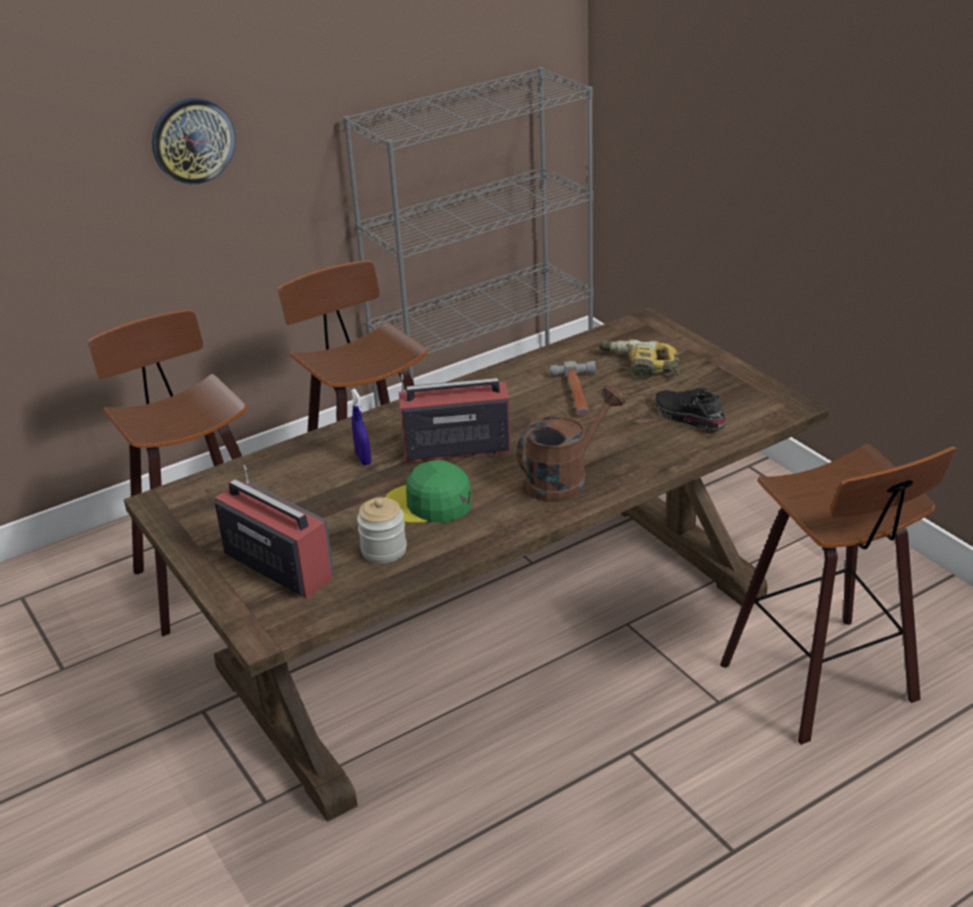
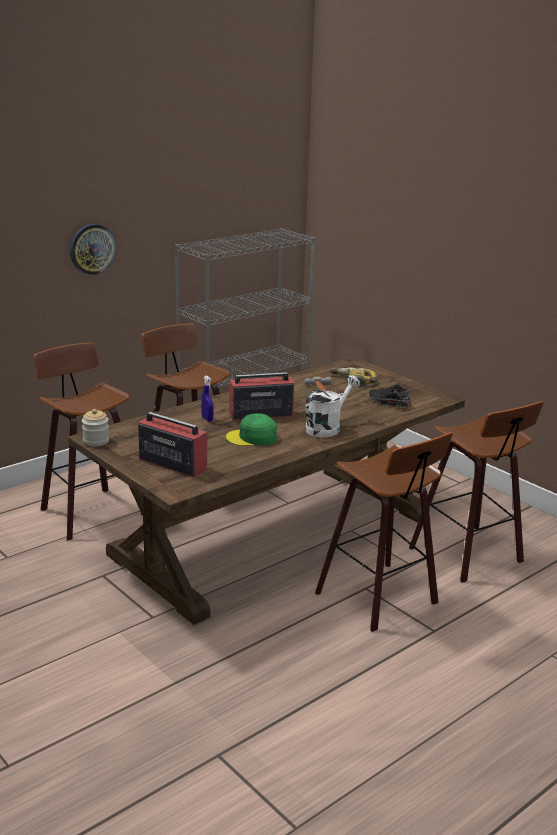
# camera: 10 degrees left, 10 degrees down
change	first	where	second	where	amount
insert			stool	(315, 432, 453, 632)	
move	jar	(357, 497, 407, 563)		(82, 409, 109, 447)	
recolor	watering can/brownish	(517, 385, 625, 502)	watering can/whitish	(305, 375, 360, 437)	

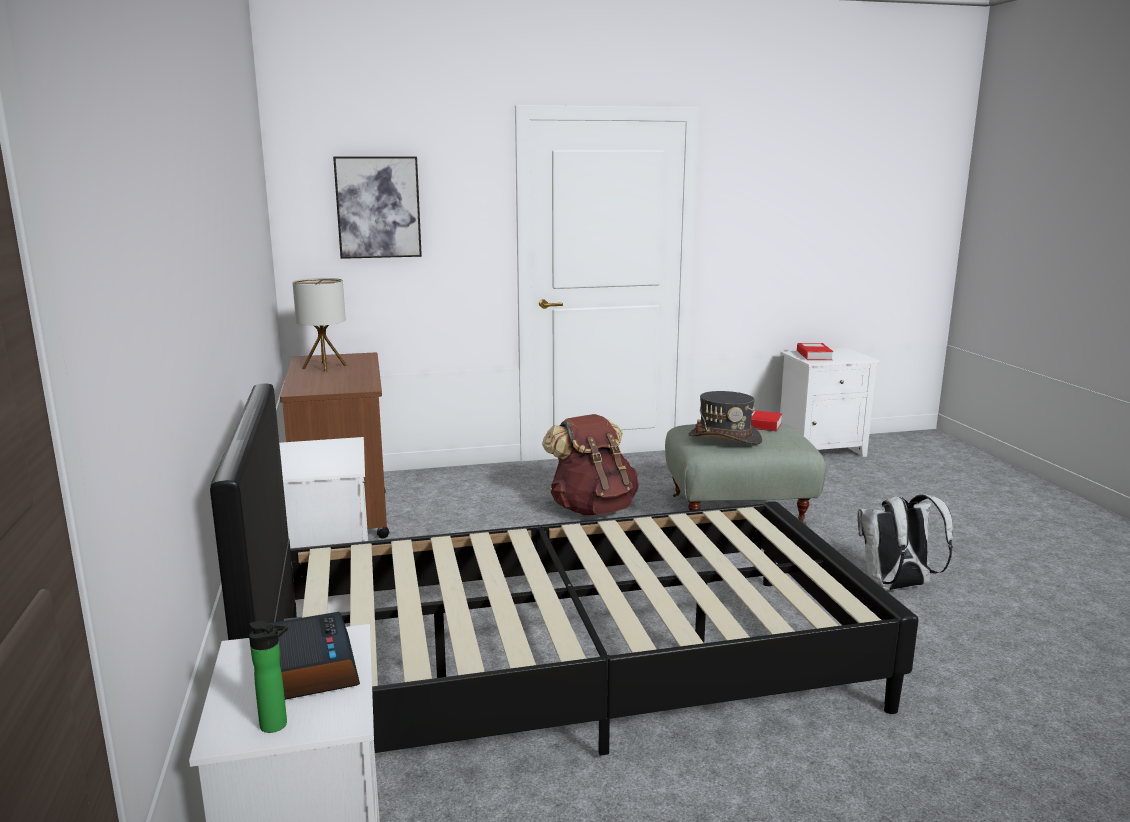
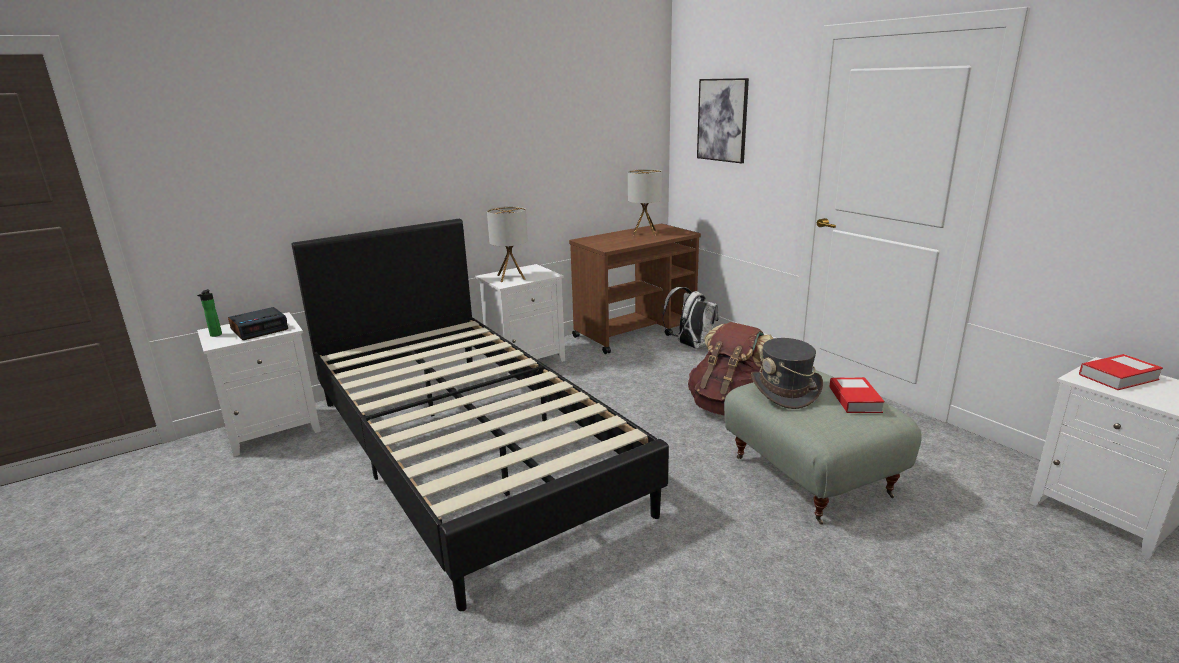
# camera: 70 degrees right, 5 degrees up
change	first	where	second	where	amount
insert			tabletop lamp	(487, 206, 528, 282)	
move	rucksack/whitish	(857, 494, 953, 590)		(662, 287, 719, 349)	

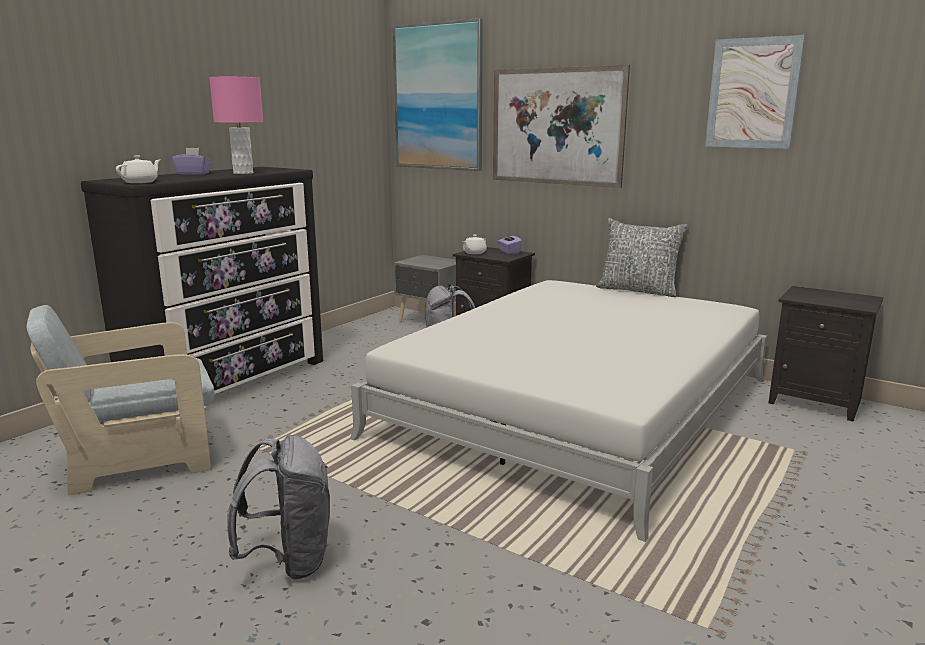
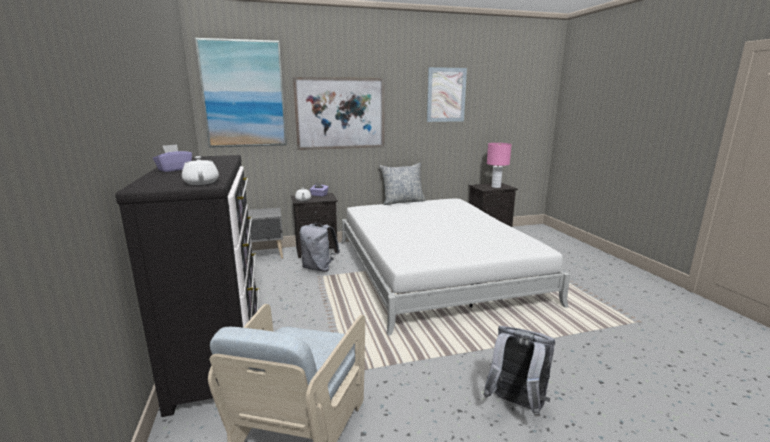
# camera: 50 degrees left, 0 degrees up
change	first	where	second	where	amount
move	tabletop lamp/pink-coloured	(209, 77, 263, 174)		(487, 143, 512, 188)	

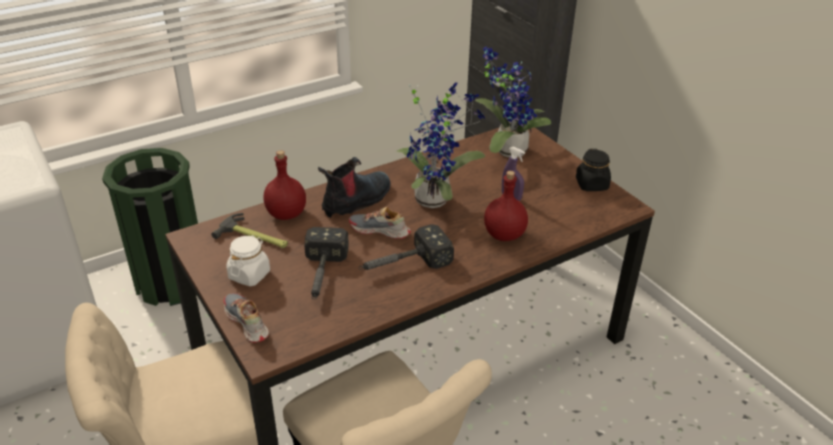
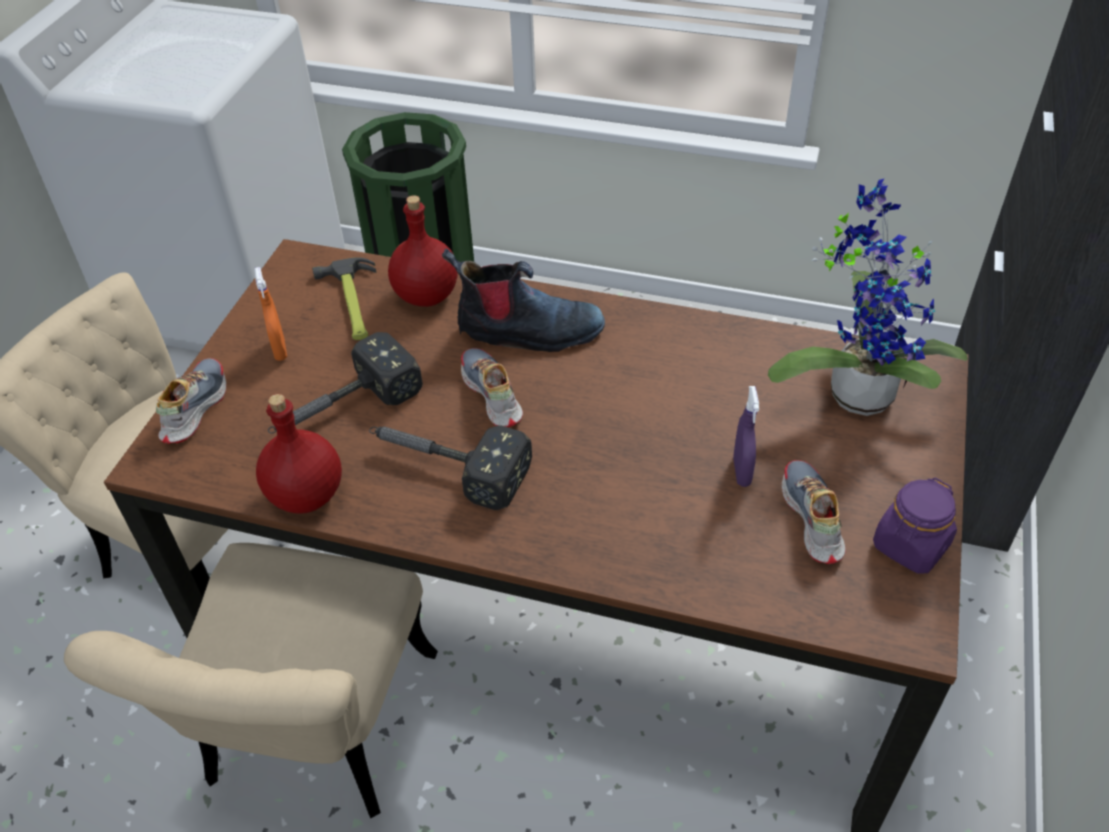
# camera: 50 degrees right, 10 degrees up
change	first	where	second	where	amount
delete	potted plant	(396, 83, 485, 208)			
insert			low shoe	(782, 460, 846, 564)	
move	bottle/reddish	(484, 171, 528, 241)		(256, 394, 342, 514)	
replace	jar/whitish	(226, 235, 270, 286)	spray bottle/orange-coloured	(255, 267, 287, 361)	
recolor	jar/black-coloured	(576, 149, 611, 191)	jar/purple-coloured	(873, 478, 957, 574)	

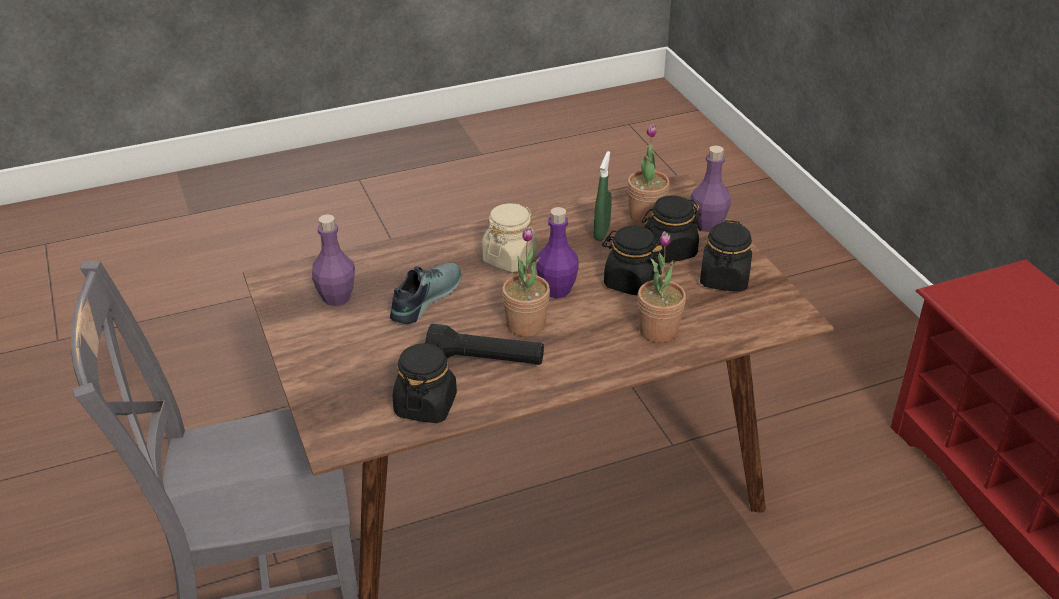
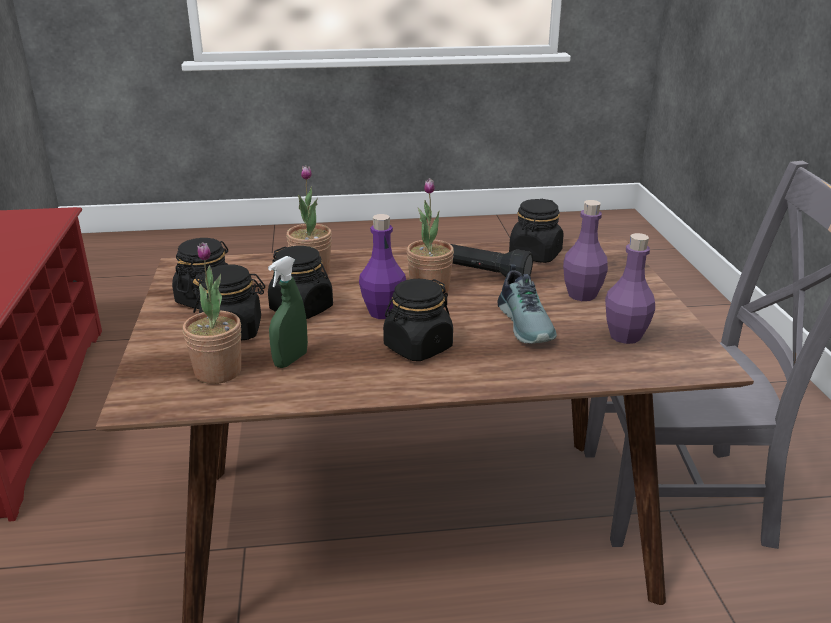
# camera: 165 degrees left, 10 degrees down
change	first	where	second	where	amount
move	bottle/purple-coloured	(690, 146, 731, 232)		(563, 200, 608, 301)	
recolor	jar/beige-coloured	(481, 203, 539, 273)	jar/black-coloured	(383, 279, 453, 361)	
rotate	low shoe	(390, 263, 461, 324)		(497, 264, 557, 344)	60 degrees counterclockwise

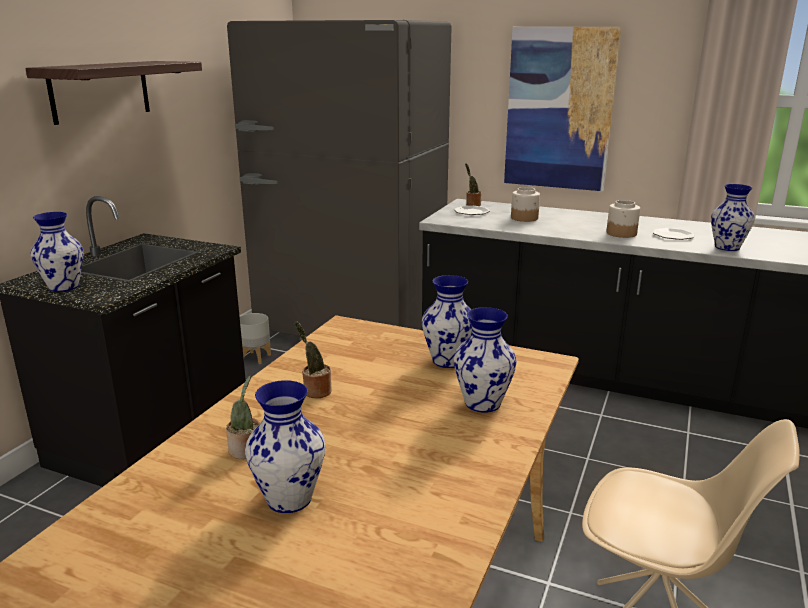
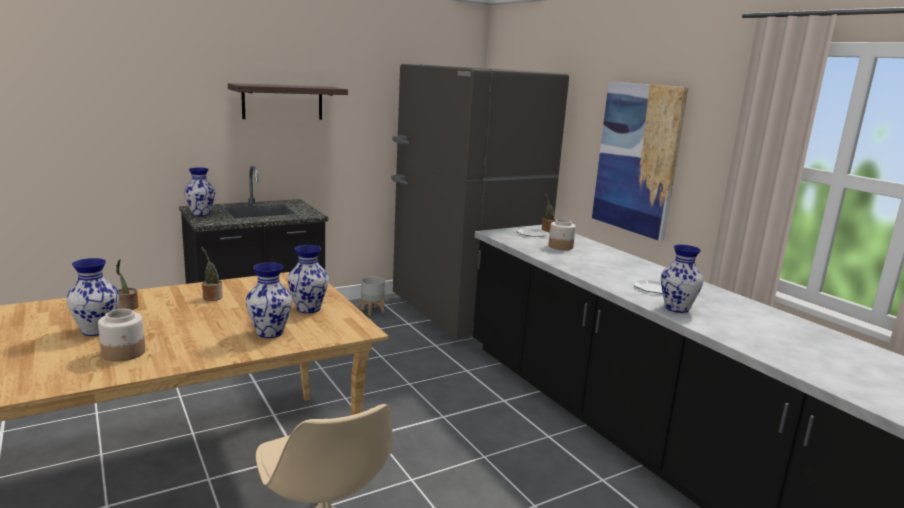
# camera: 35 degrees right, 5 degrees down
change	first	where	second	where	amount
move	jar	(606, 200, 640, 238)		(98, 309, 145, 362)	

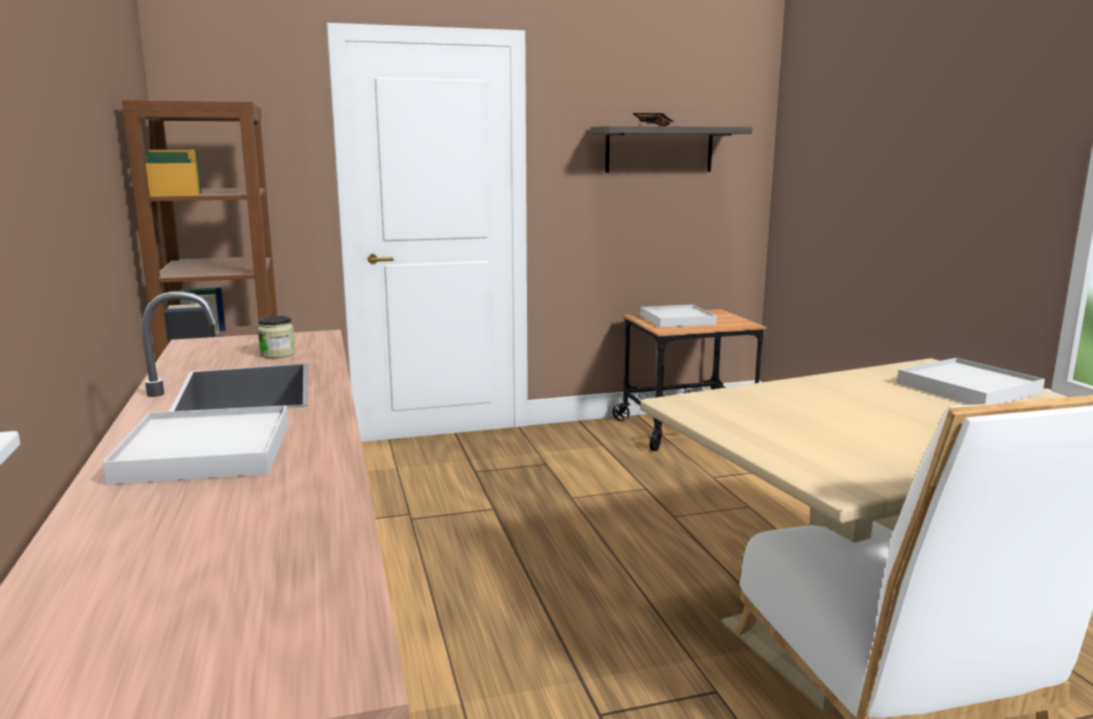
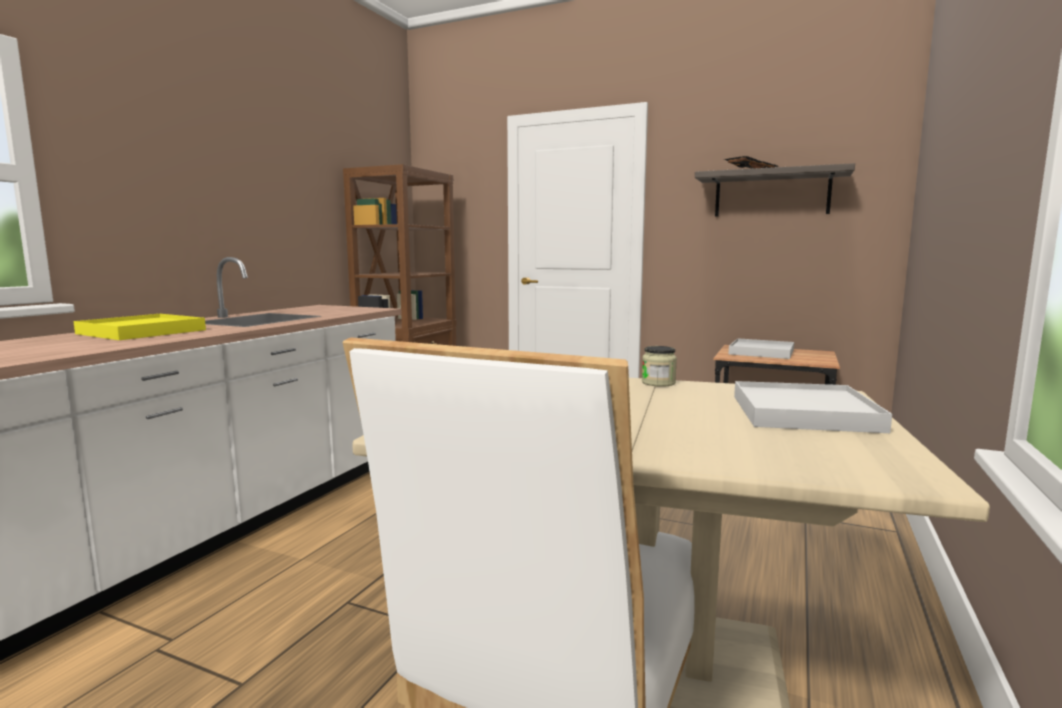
# camera: 40 degrees right, 5 degrees down
change	first	where	second	where	amount
move	jar	(258, 316, 296, 358)		(642, 346, 677, 387)	
recolor	serving tray/whitish	(102, 405, 289, 485)	serving tray/yellow-coloured	(73, 314, 206, 340)	

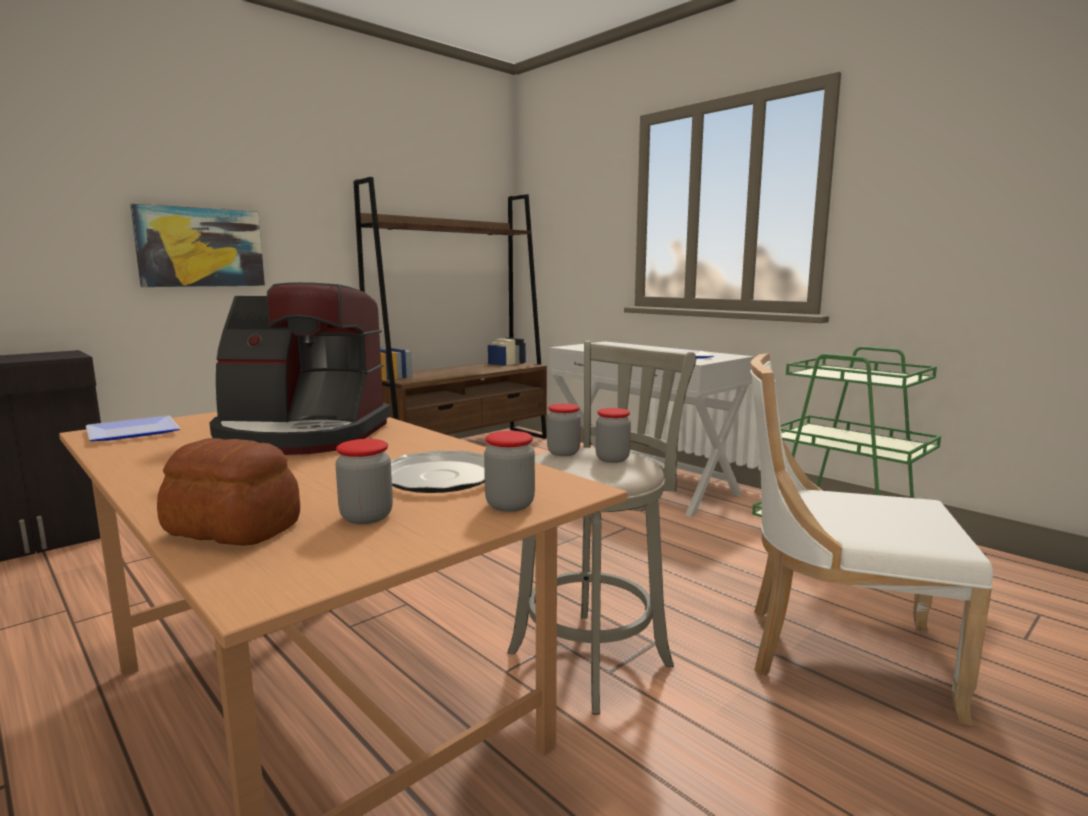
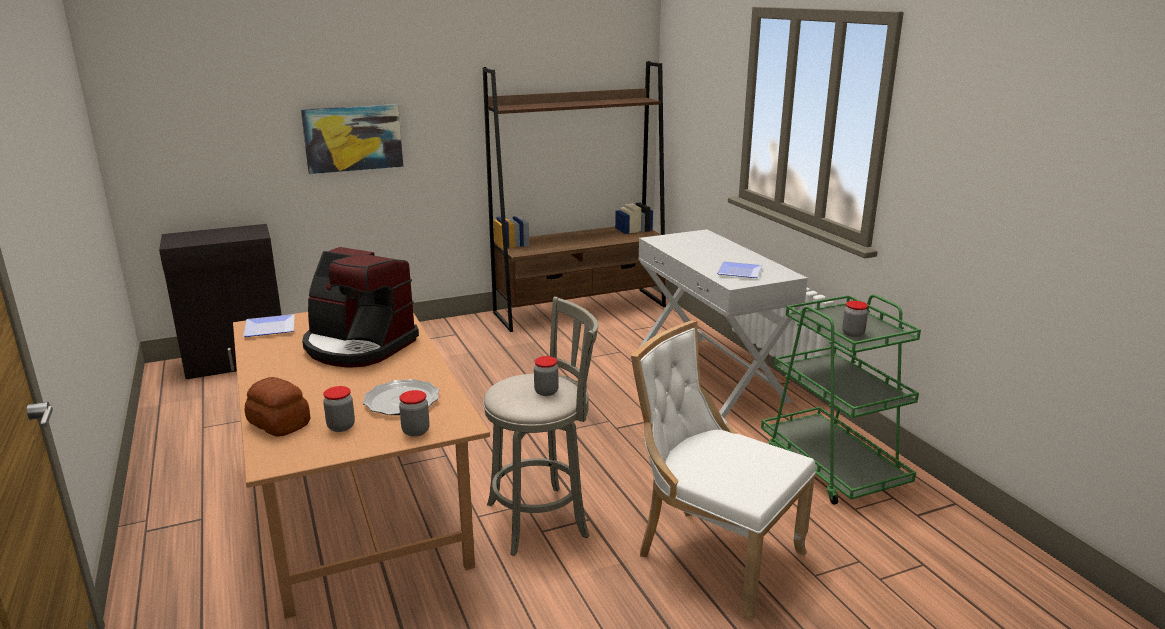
# camera: 20 degrees right, 10 degrees up
change	first	where	second	where	amount
move	jar	(547, 403, 581, 456)		(842, 301, 868, 337)	

